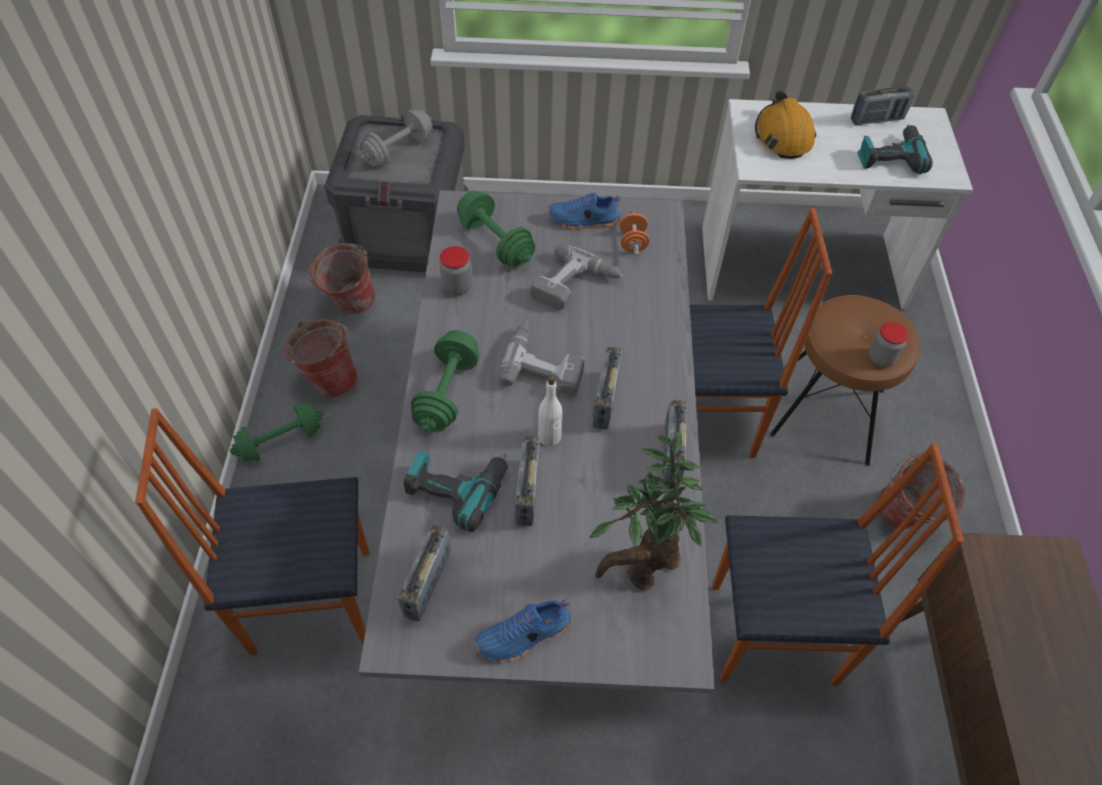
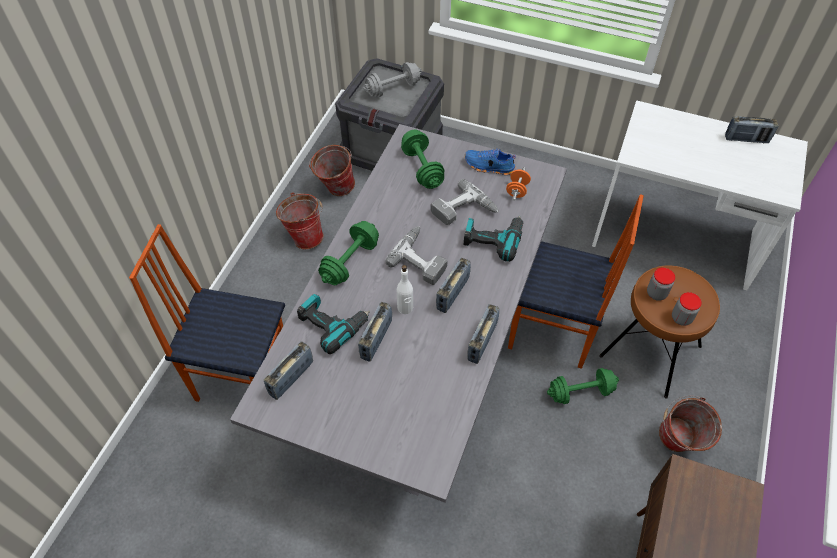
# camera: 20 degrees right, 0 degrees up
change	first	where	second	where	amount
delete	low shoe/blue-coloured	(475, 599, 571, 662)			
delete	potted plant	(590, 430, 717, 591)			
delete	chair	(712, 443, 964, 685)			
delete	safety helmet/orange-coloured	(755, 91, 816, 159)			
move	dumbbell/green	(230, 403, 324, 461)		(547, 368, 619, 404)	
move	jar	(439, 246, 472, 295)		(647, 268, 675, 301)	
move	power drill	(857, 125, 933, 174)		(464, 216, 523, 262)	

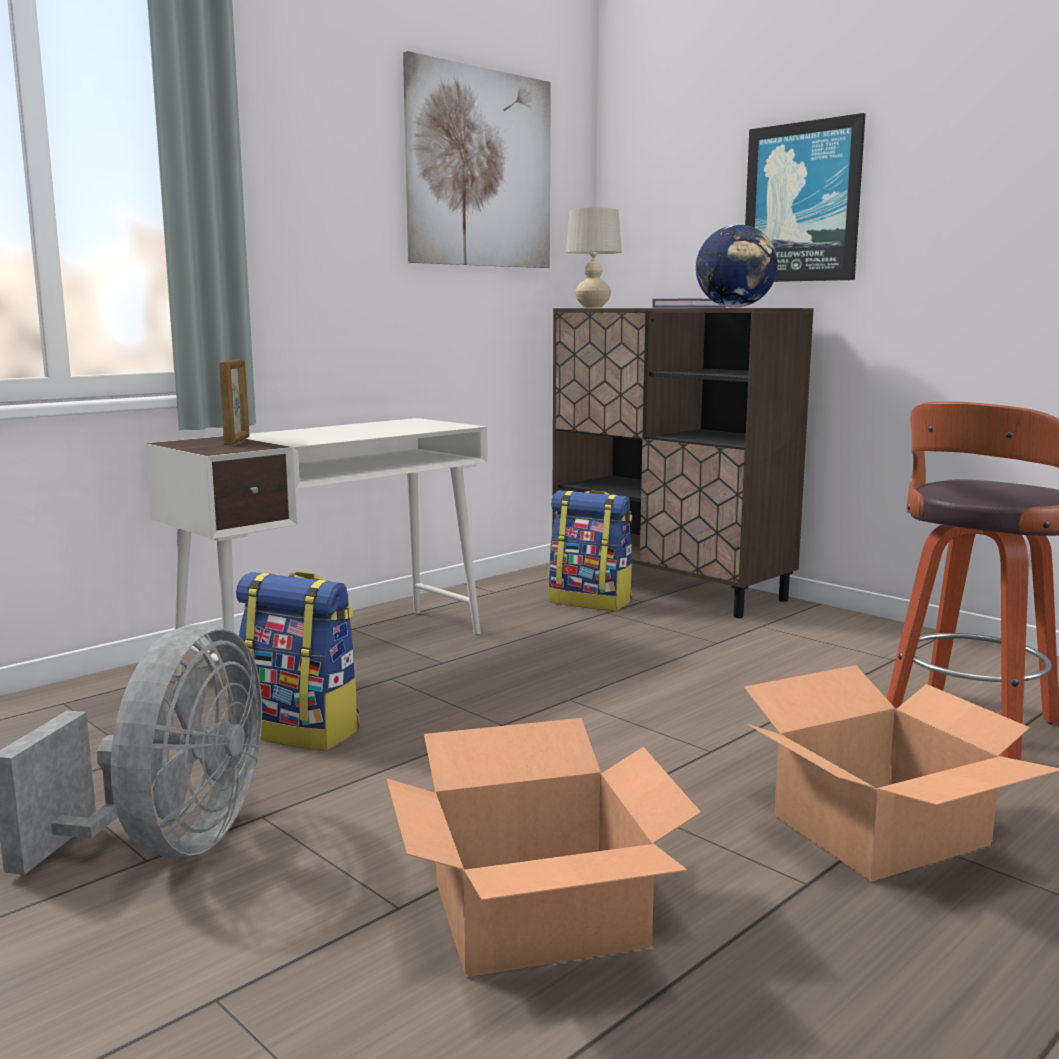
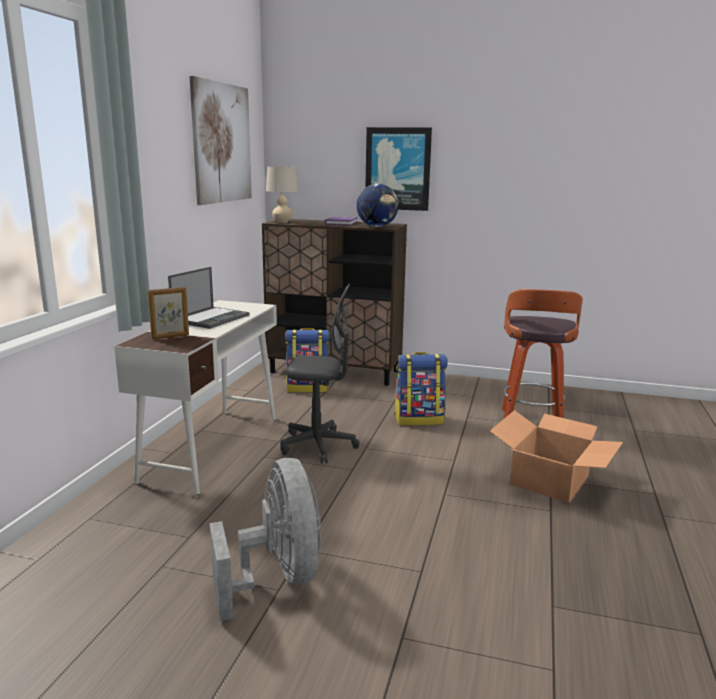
# camera: 30 degrees left, 5 degrees up
change	first	where	second	where	amount
delete	packing box	(387, 718, 701, 977)			
insert			notebook computer	(168, 267, 250, 329)	
insert			desk chair/gray	(280, 284, 360, 464)	
move	rucksack	(236, 572, 360, 751)		(394, 352, 448, 426)	
rotate	photo frame	(219, 359, 249, 445)		(148, 287, 189, 339)	90 degrees clockwise

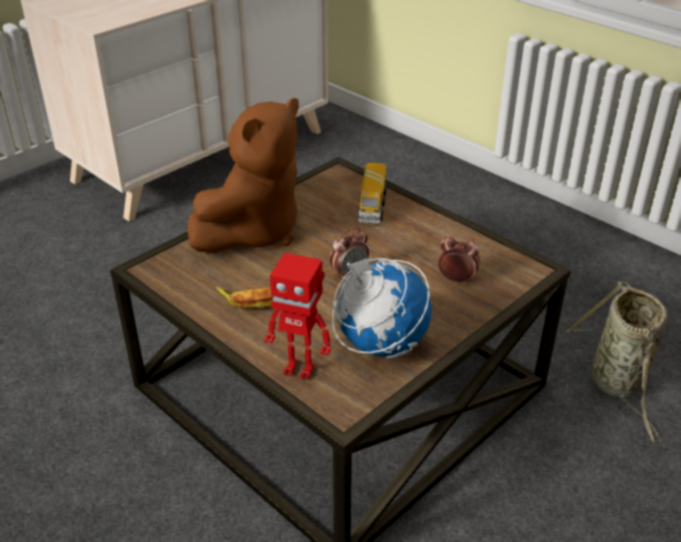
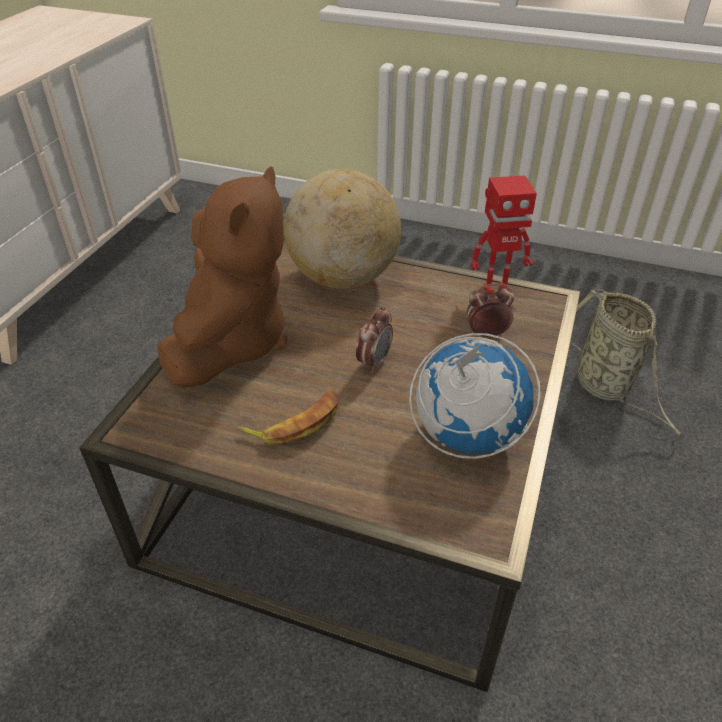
# camera: 25 degrees left, 5 degrees up
change	first	where	second	where	amount
move	model robot	(264, 253, 331, 380)		(471, 175, 537, 293)	
replace	toy lorry	(358, 163, 387, 224)	world globe	(283, 169, 401, 289)	

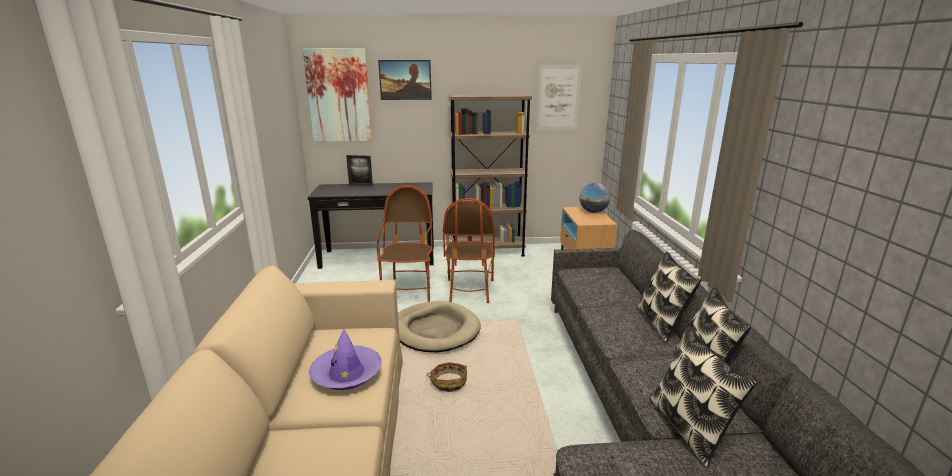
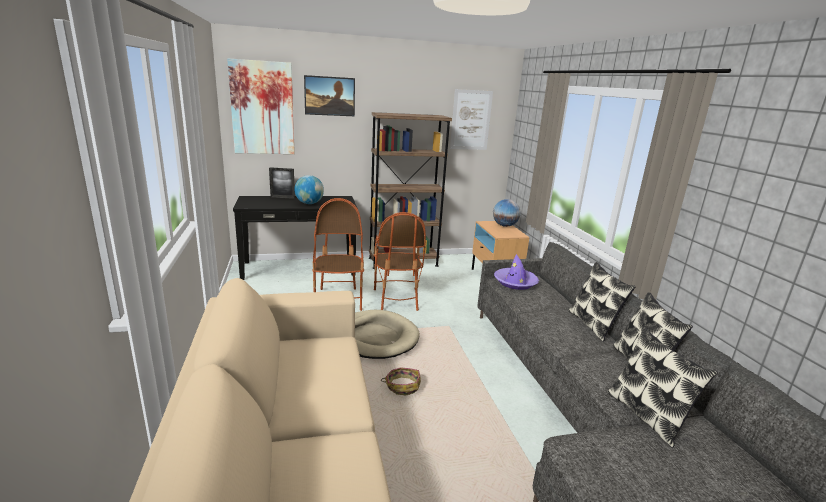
# camera: 10 degrees left, 0 degrees up
change	first	where	second	where	amount
insert			world globe	(294, 175, 324, 204)	
move	wearable hat/purple-coloured	(309, 329, 382, 390)		(494, 254, 539, 290)	

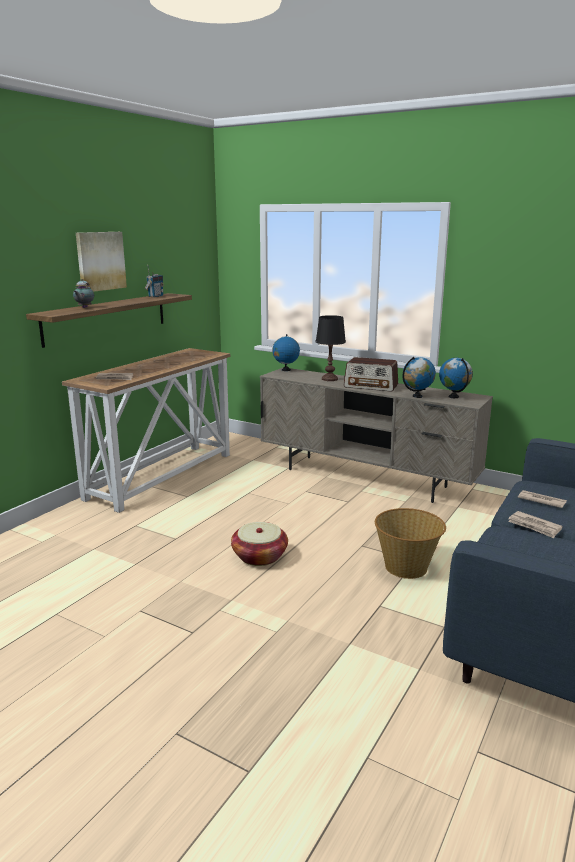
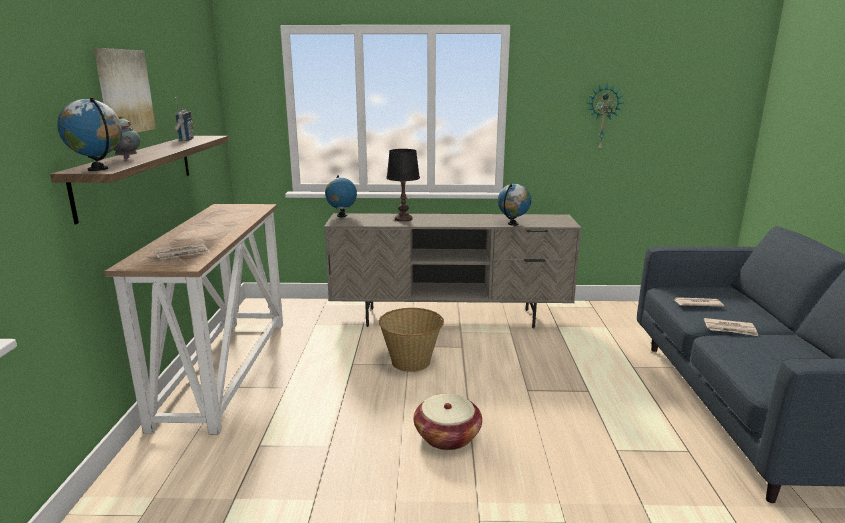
# camera: 30 degrees left, 0 degrees up
change	first	where	second	where	amount
delete	radio set	(344, 357, 398, 392)			
insert			wall clock	(587, 84, 623, 151)	
move	household basket	(375, 508, 446, 579)		(379, 308, 444, 372)	
move	world globe	(439, 358, 473, 398)		(57, 97, 122, 171)	

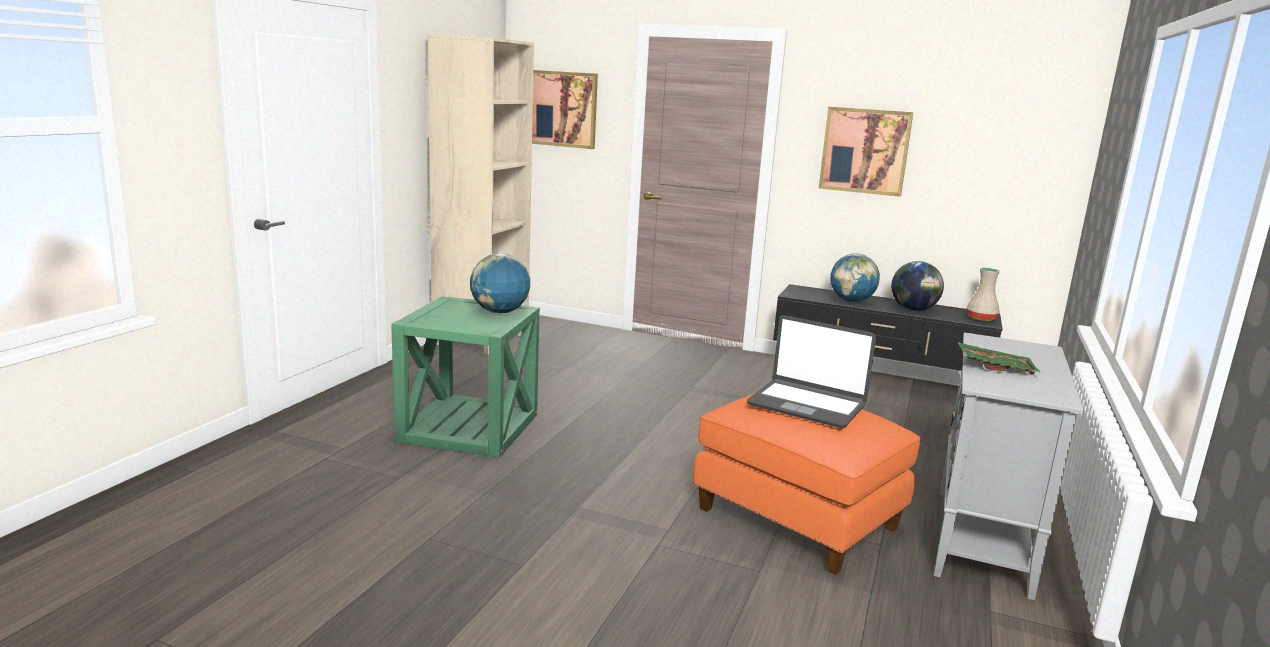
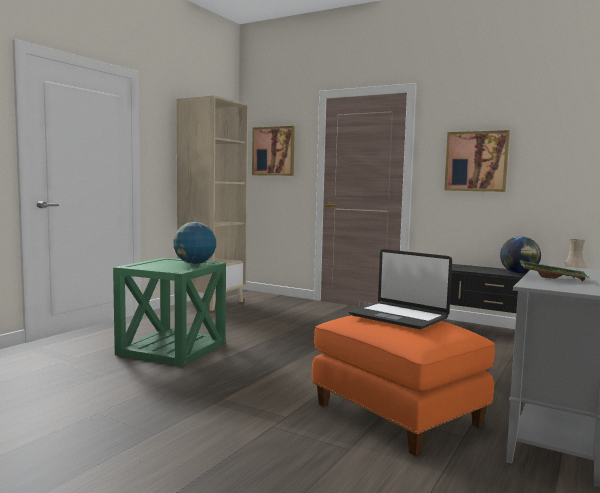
# camera: 10 degrees right, 10 degrees down
change	first	where	second	where	amount
delete	world globe	(830, 253, 880, 302)			

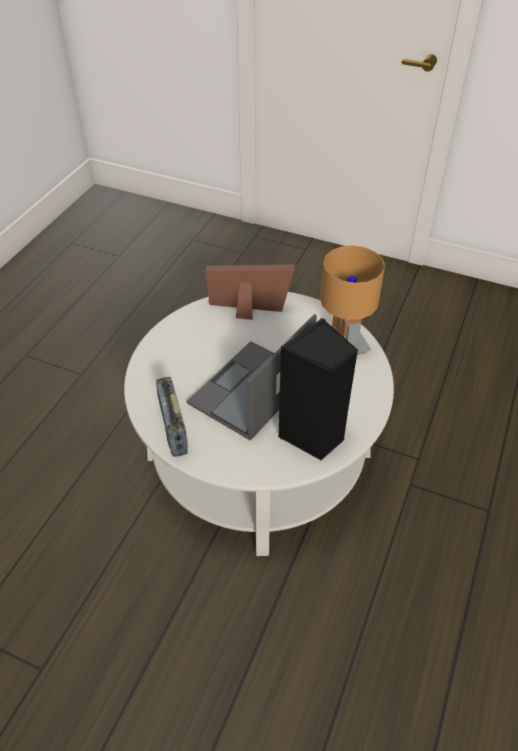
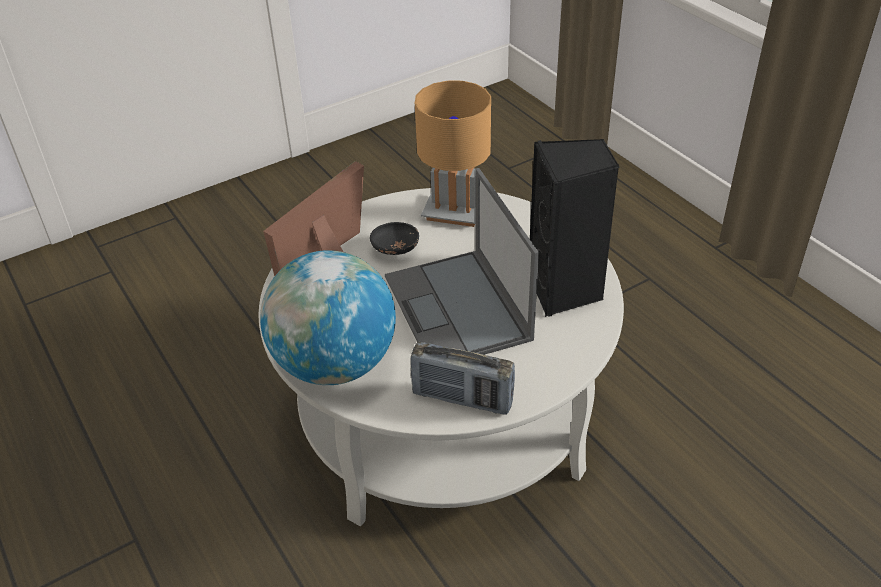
# camera: 55 degrees left, 5 degrees down
change	first	where	second	where	amount
insert			world globe	(260, 250, 396, 385)	
insert			bowl/black-coloured	(370, 222, 419, 255)	

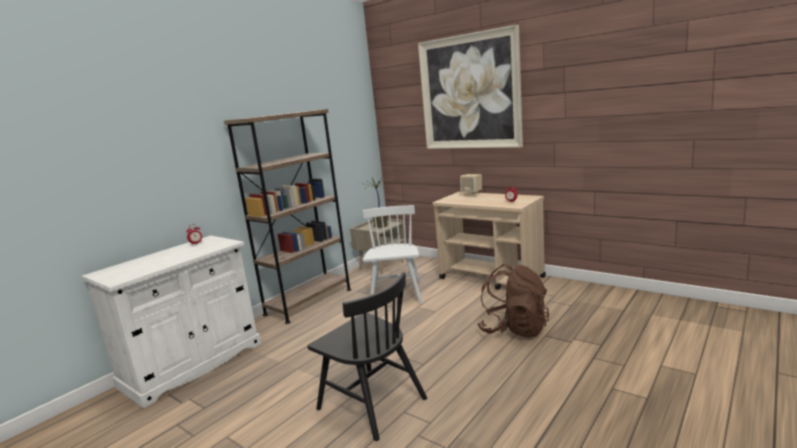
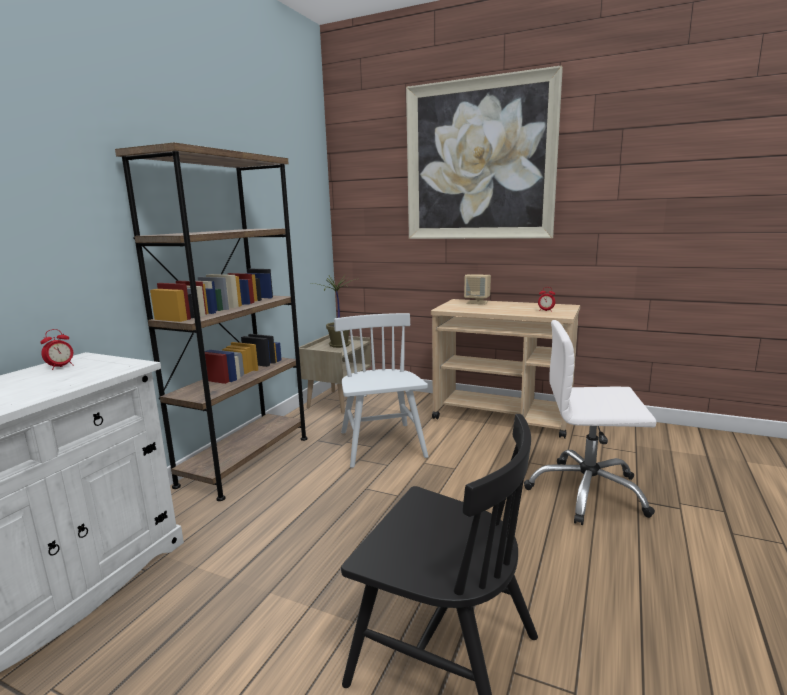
# camera: 15 degrees left, 0 degrees up
change	first	where	second	where	amount
replace	rucksack/brownish	(477, 264, 549, 337)	desk chair/whitish	(524, 320, 656, 525)	

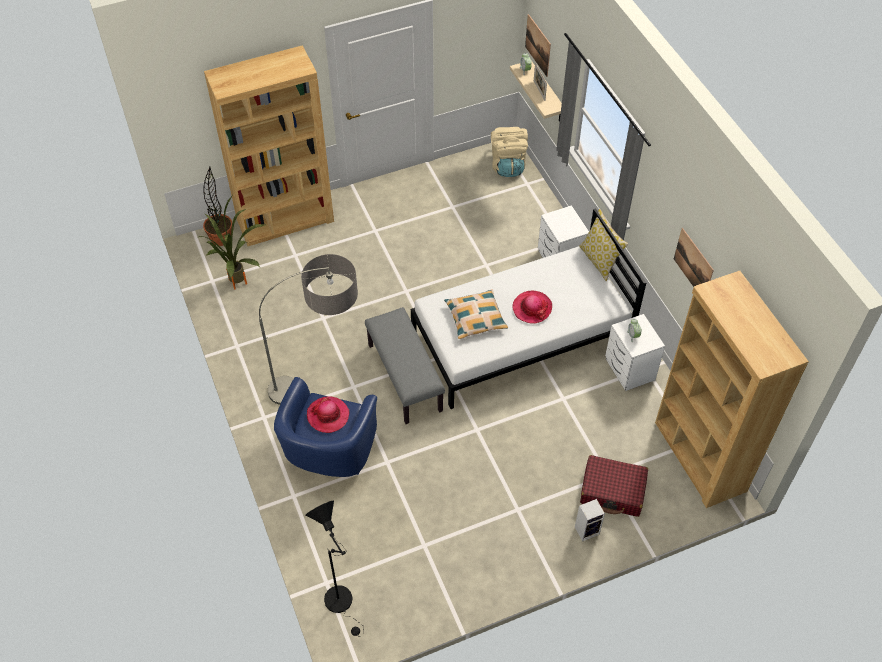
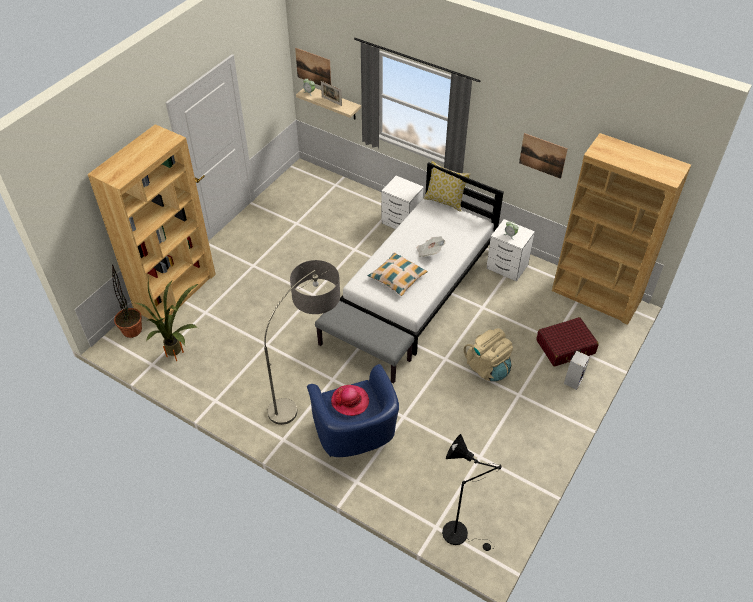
# camera: 35 degrees left, 5 degrees down
change	first	where	second	where	amount
move	rucksack/beige-coloured	(491, 127, 528, 177)		(464, 328, 513, 381)	
replace	wearable hat	(513, 291, 552, 324)	newspaper	(417, 236, 445, 257)	

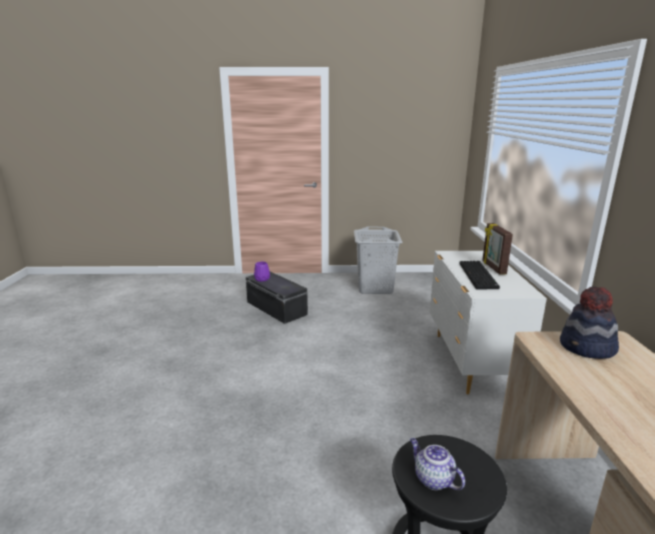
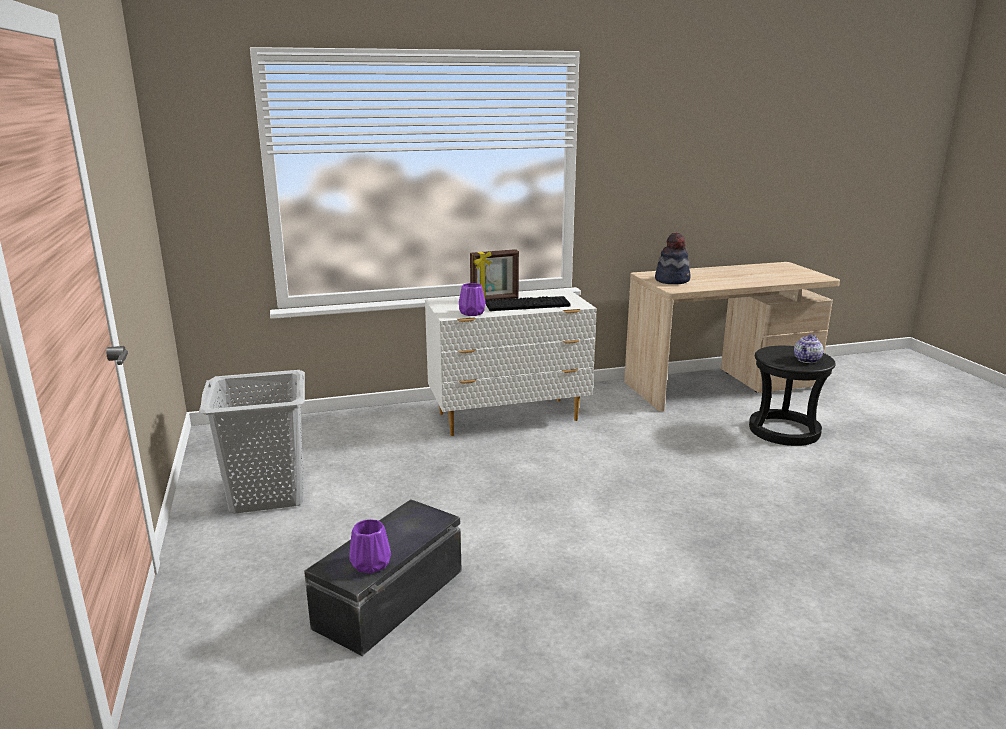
# camera: 105 degrees left, 0 degrees up
change	first	where	second	where	amount
insert			decorative vase/purple-coloured	(459, 283, 486, 316)	

